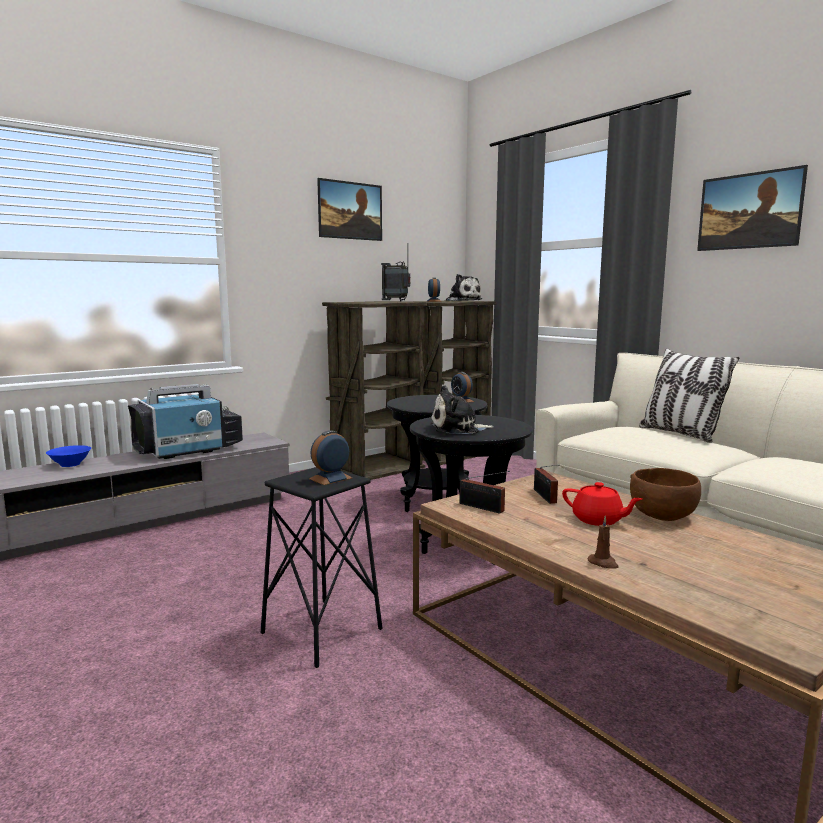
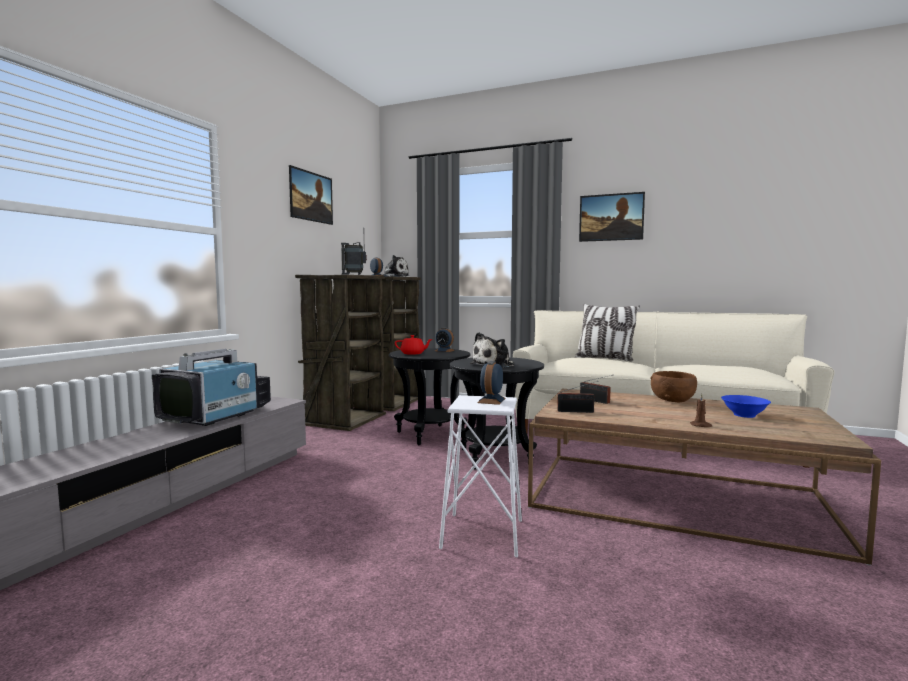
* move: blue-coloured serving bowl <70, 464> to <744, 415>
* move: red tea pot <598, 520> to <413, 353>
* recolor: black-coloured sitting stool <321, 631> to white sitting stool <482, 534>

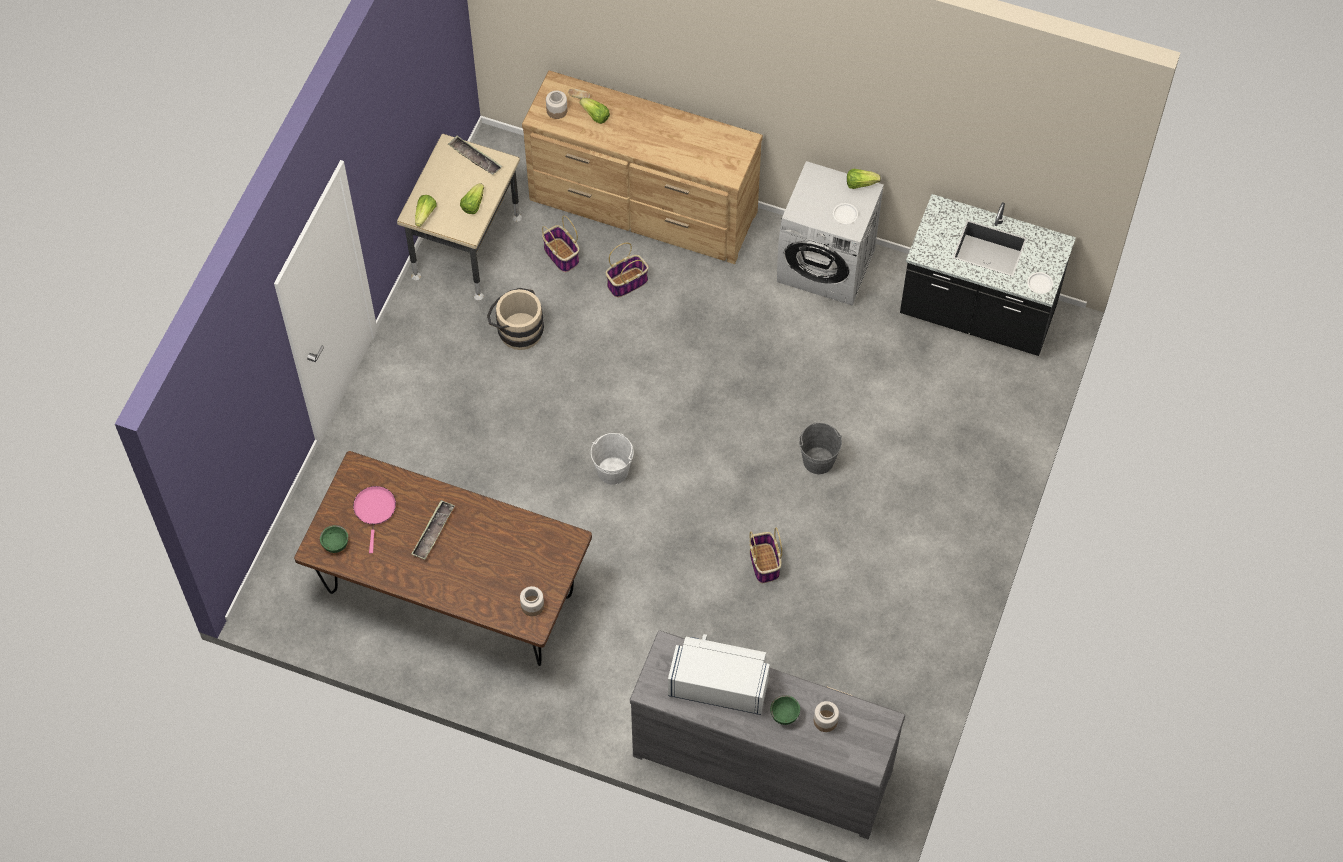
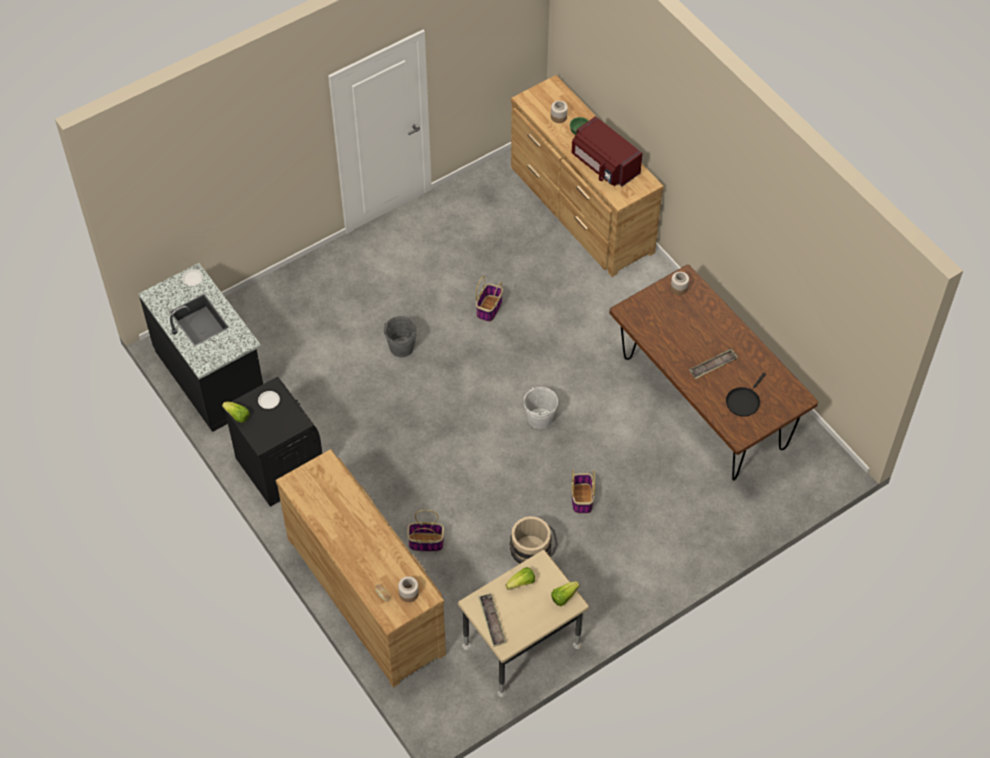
* delete: green-coloured serving bowl <336, 544>
* delete: lettuce head <595, 116>
* move: household basket <562, 255> to <581, 498>
* recolor: pink-coloured frying pan <375, 510> to black-coloured frying pan <743, 401>
* recolor: greyish dresser <762, 761> to brown dresser <581, 209>
* recolor: white microwave <719, 683> to red microwave <604, 165>
* recolor: white laundry machine <826, 268> to black-coloured laundry machine <279, 467>

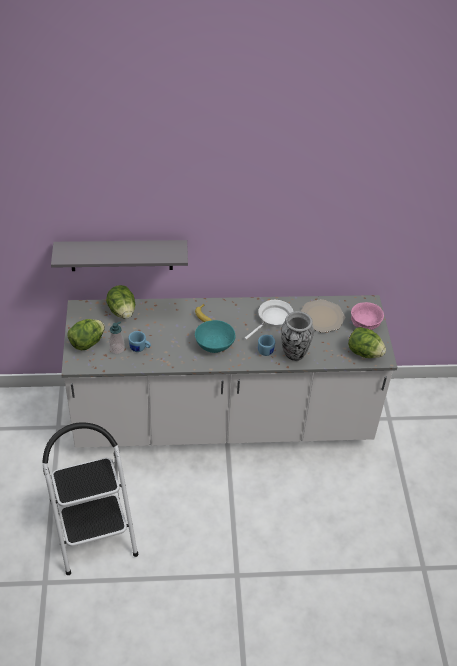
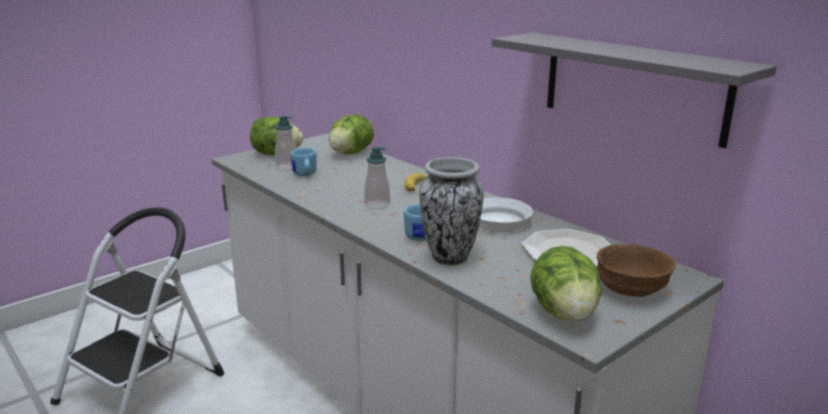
* move: greyish shelf <121, 255> to <632, 86>
* replace: turquoise-coloured serving bowl <214, 344> to liquid soap bottle <377, 205>
* recolor: pink-coloured serving bowl <365, 324> to brown serving bowl <630, 290>

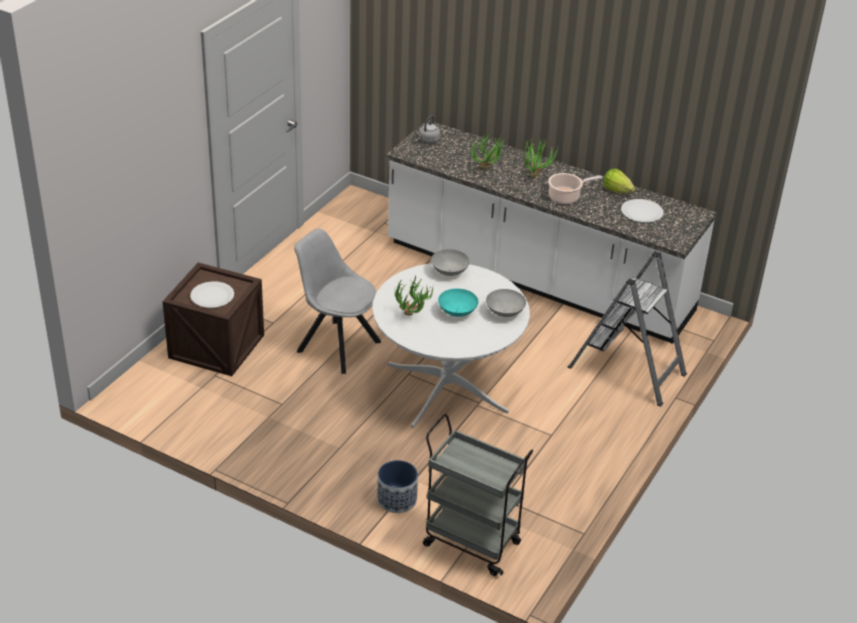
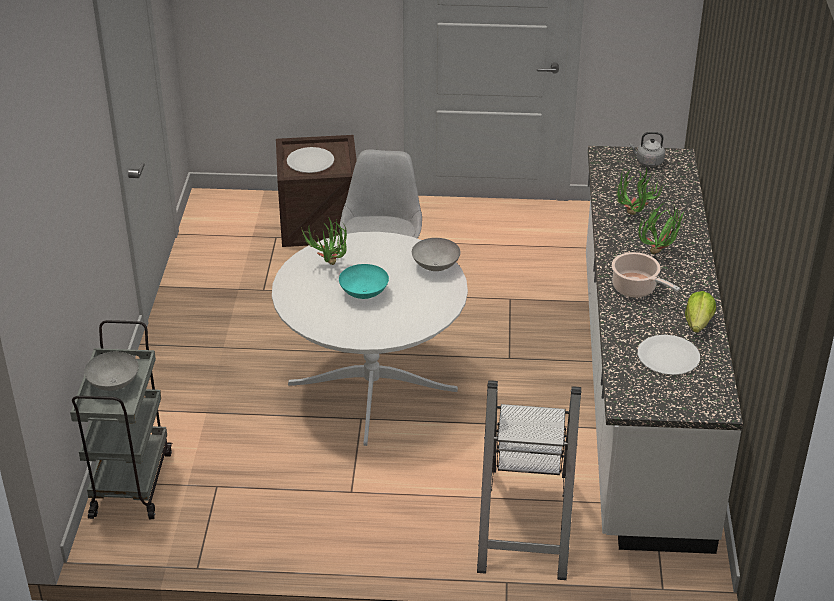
* delete: flower pot <397, 499>
* move: greyish serving bowl <504, 312> to <114, 383>

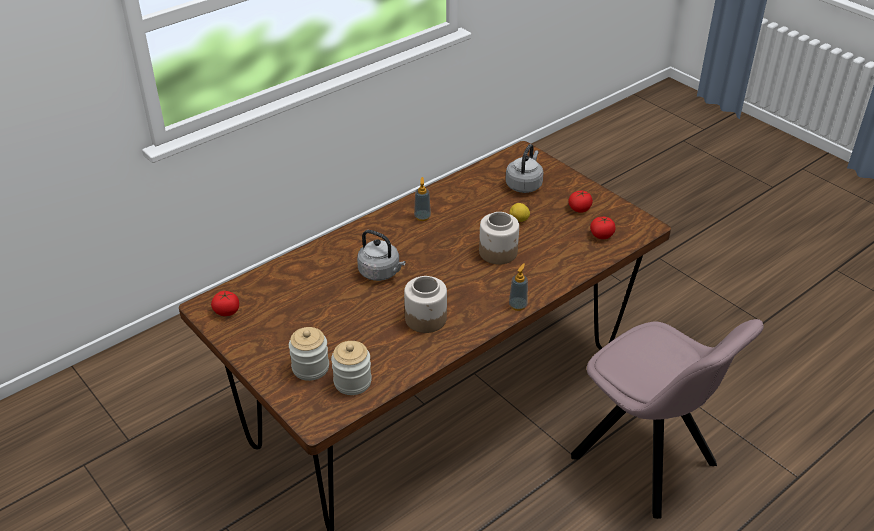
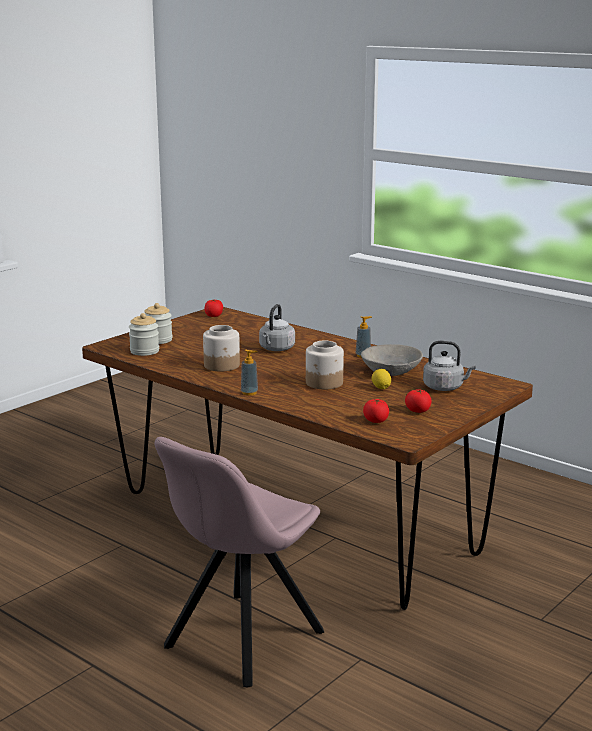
* insert: greyish serving bowl <391, 371>

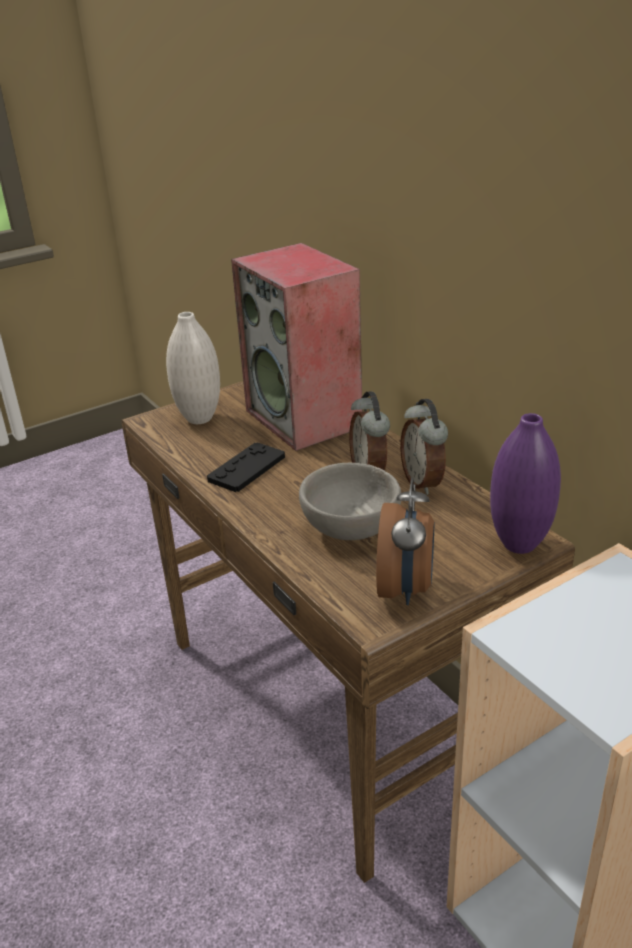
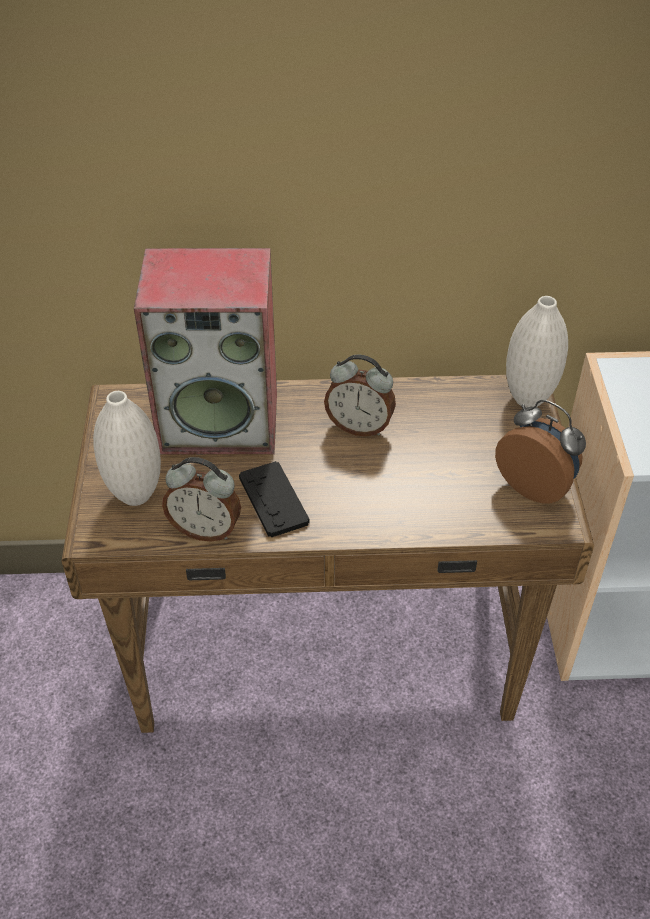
* delete: greyish serving bowl <349, 526>
* move: bedside clock <423, 482> to <205, 529>
* recolor: purplish decorative vase <519, 544> to white decorative vase <528, 399>

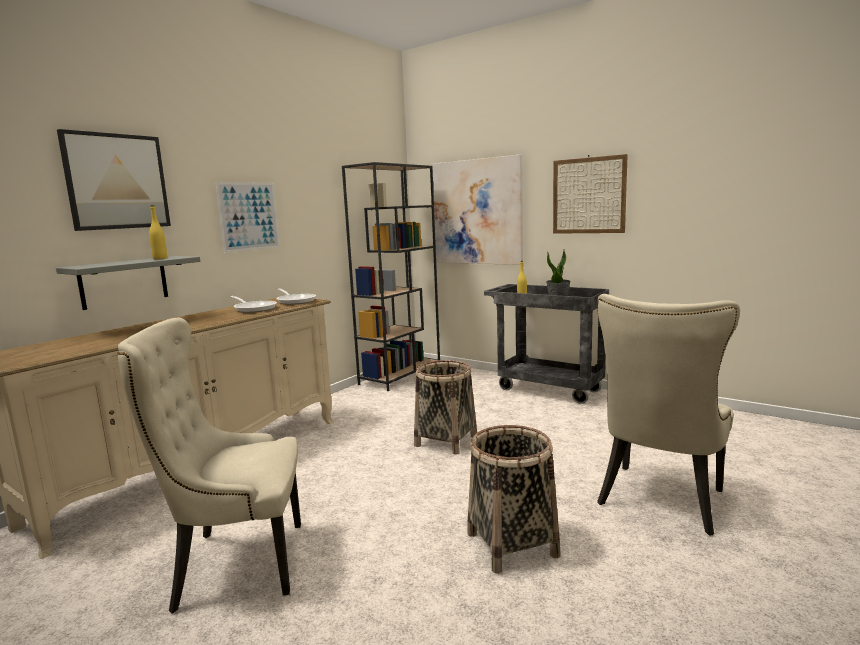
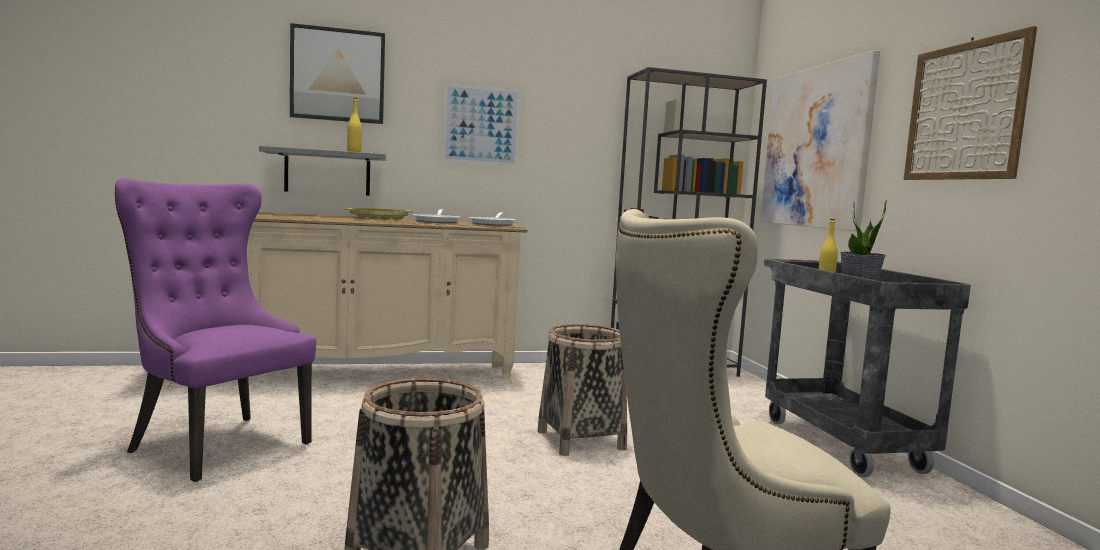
* insert: yellow-coloured tray <379, 218>
* recolor: beige-coloured upright chair <237, 564> to purplish upright chair <219, 446>

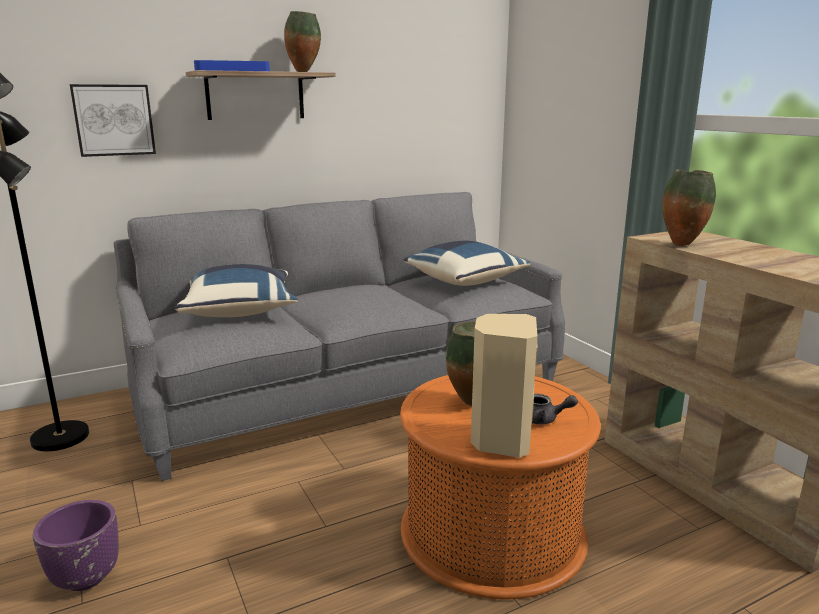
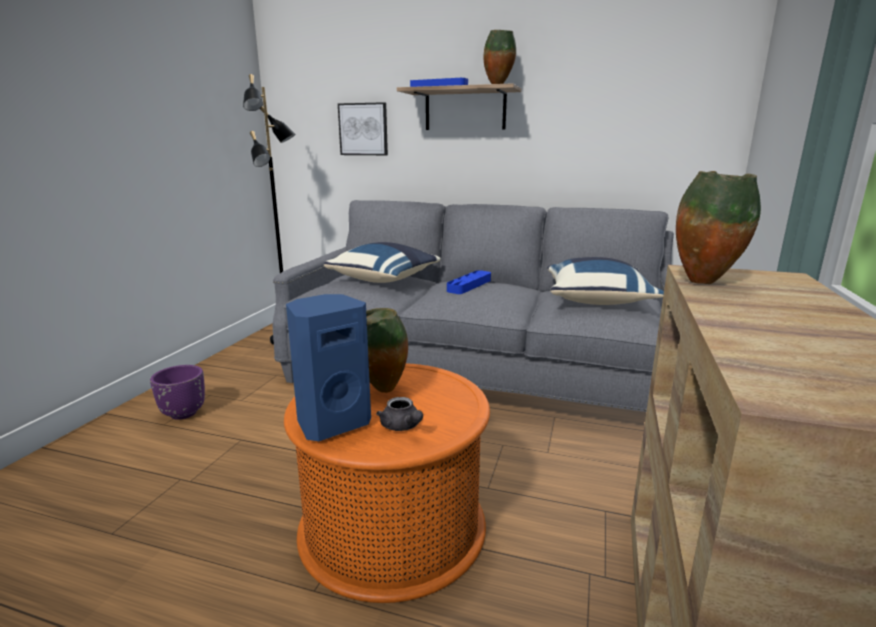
* insert: blue-coloured tray <469, 285>
* recolor: beige-coloured audio speaker <500, 440> to blue-coloured audio speaker <332, 422>

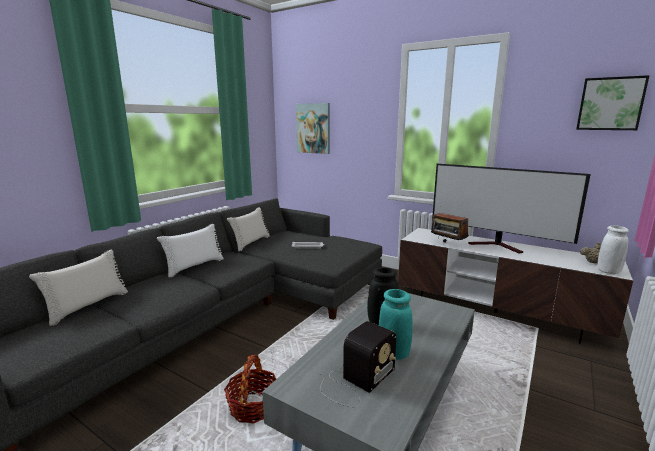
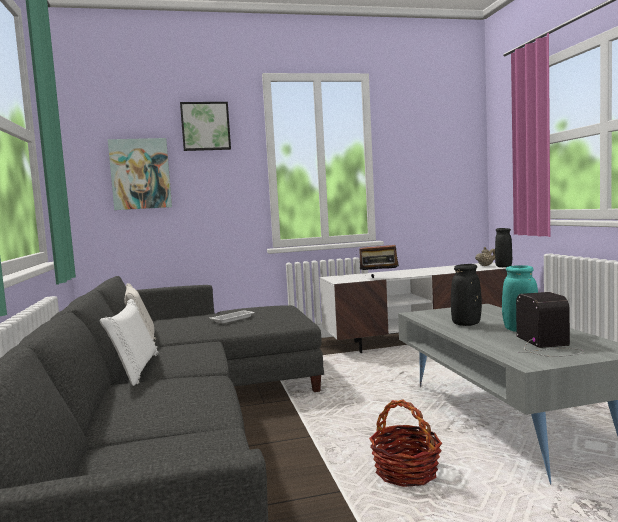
* delete: white throw pillow <88, 306>
* delete: television <498, 246>
* move: wall picture <610, 104> to <205, 126>
* recolor: white decorative vase <608, 271> to black-coloured decorative vase <503, 266>

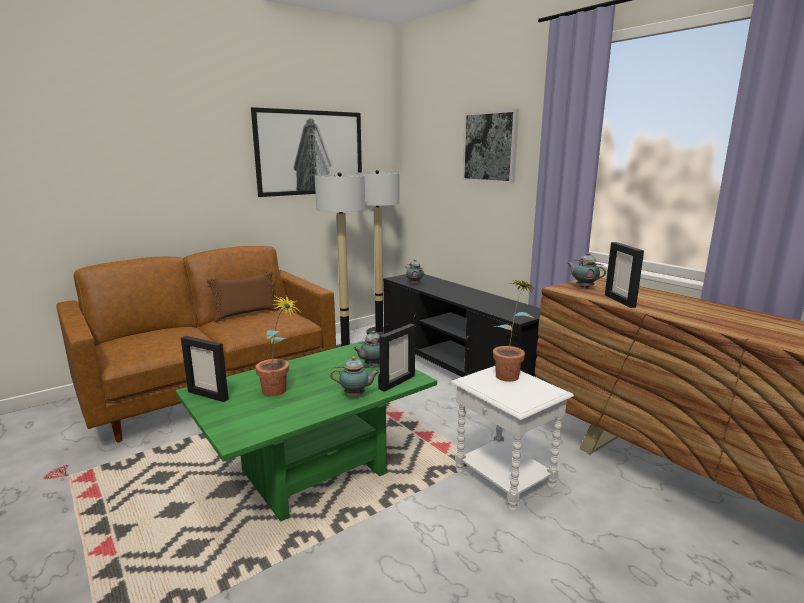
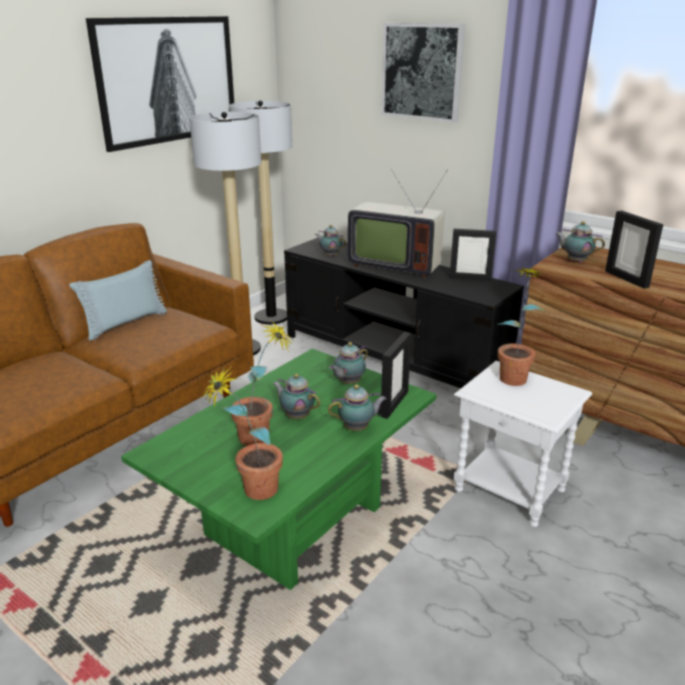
* insert: potted plant <251, 493>
* insert: tea pot <296, 416>
* insert: television <394, 265>
* move: photo frame <208, 395> to <470, 278>
* recolor: brown throw pillow <245, 314> to blue-coloured throw pillow <125, 324>

